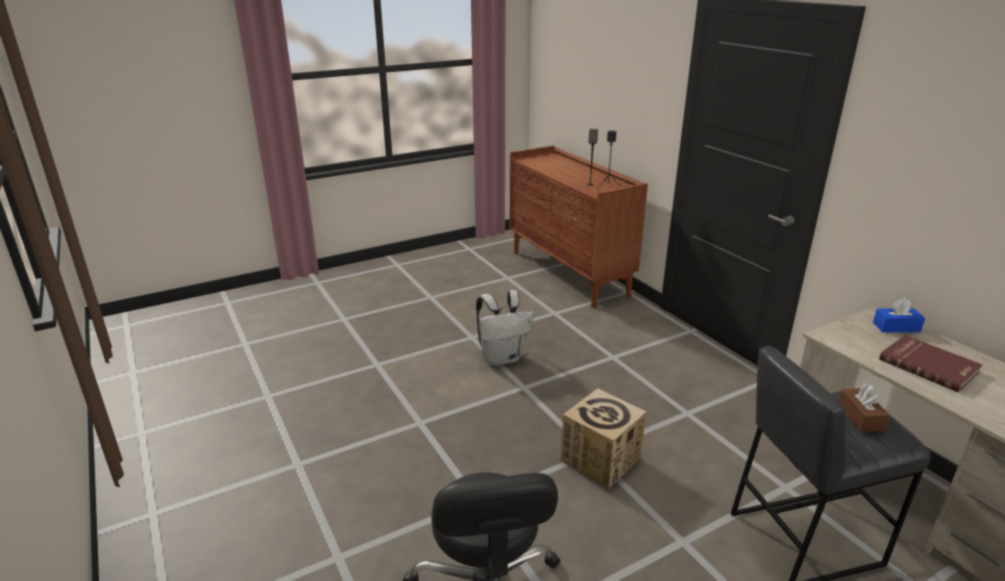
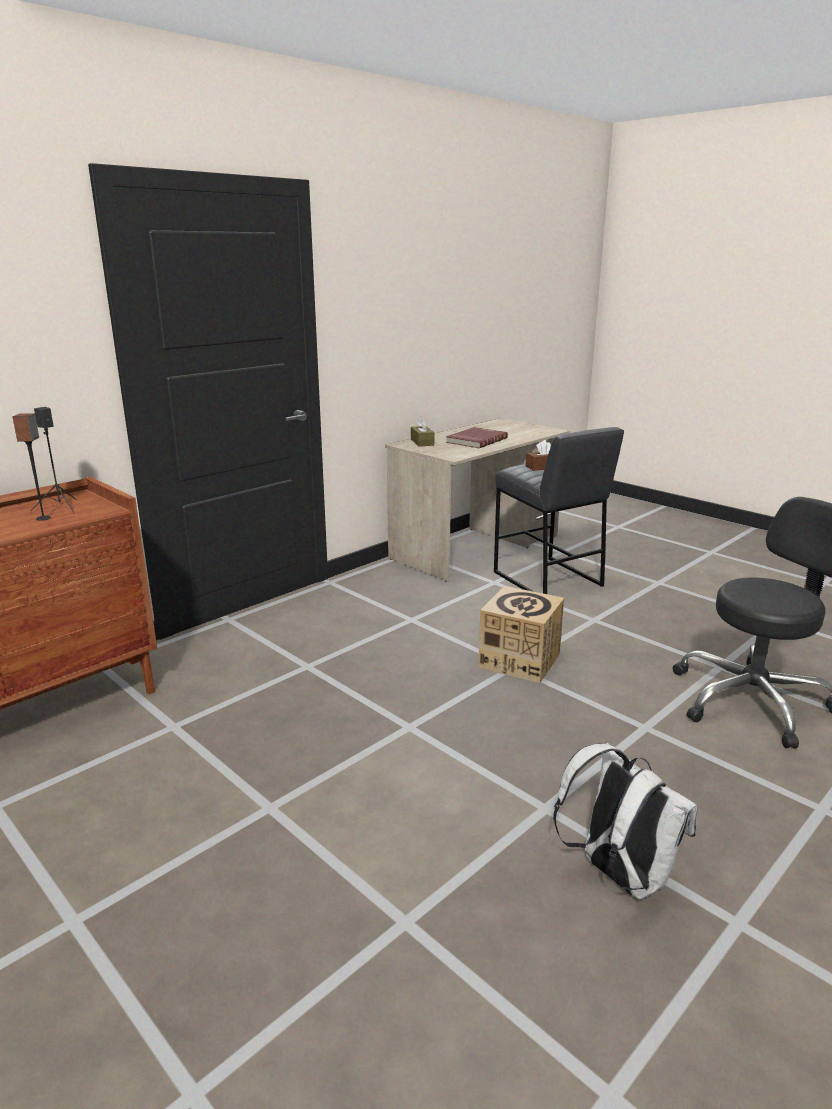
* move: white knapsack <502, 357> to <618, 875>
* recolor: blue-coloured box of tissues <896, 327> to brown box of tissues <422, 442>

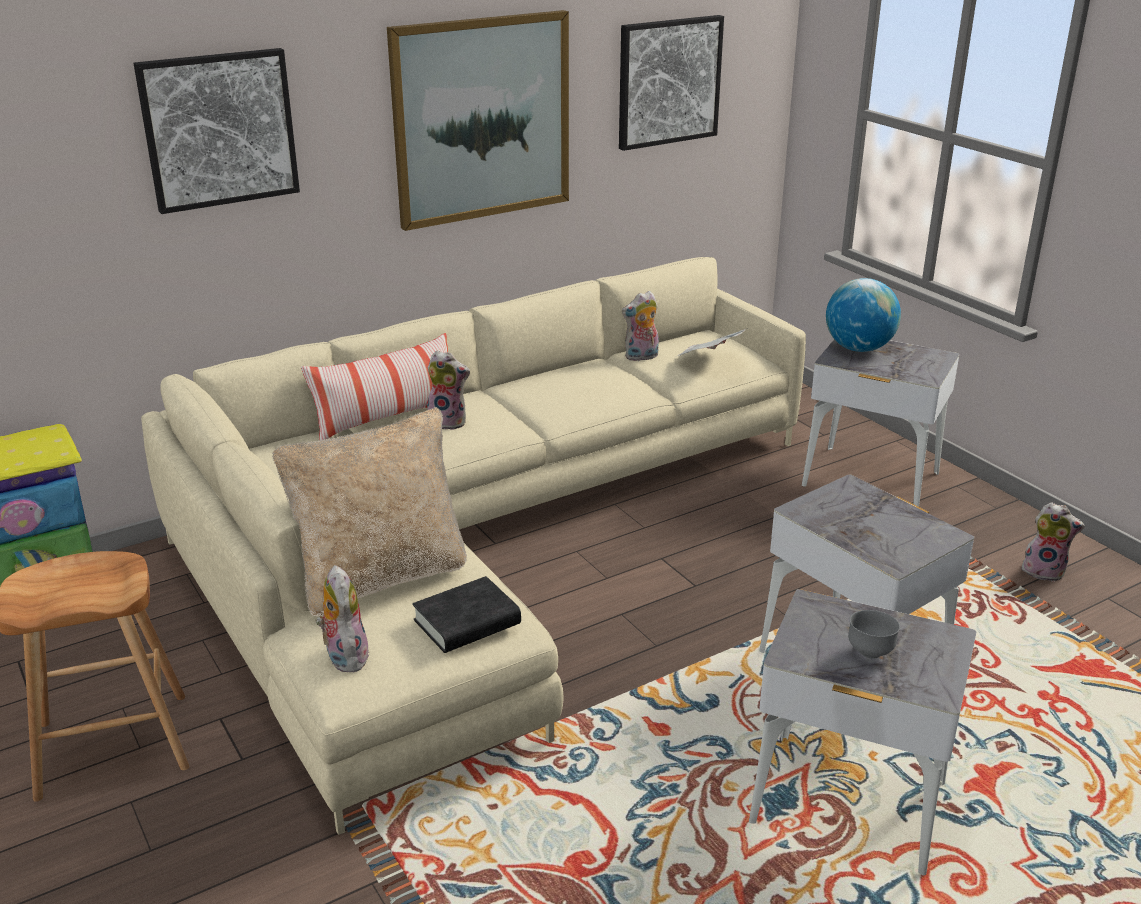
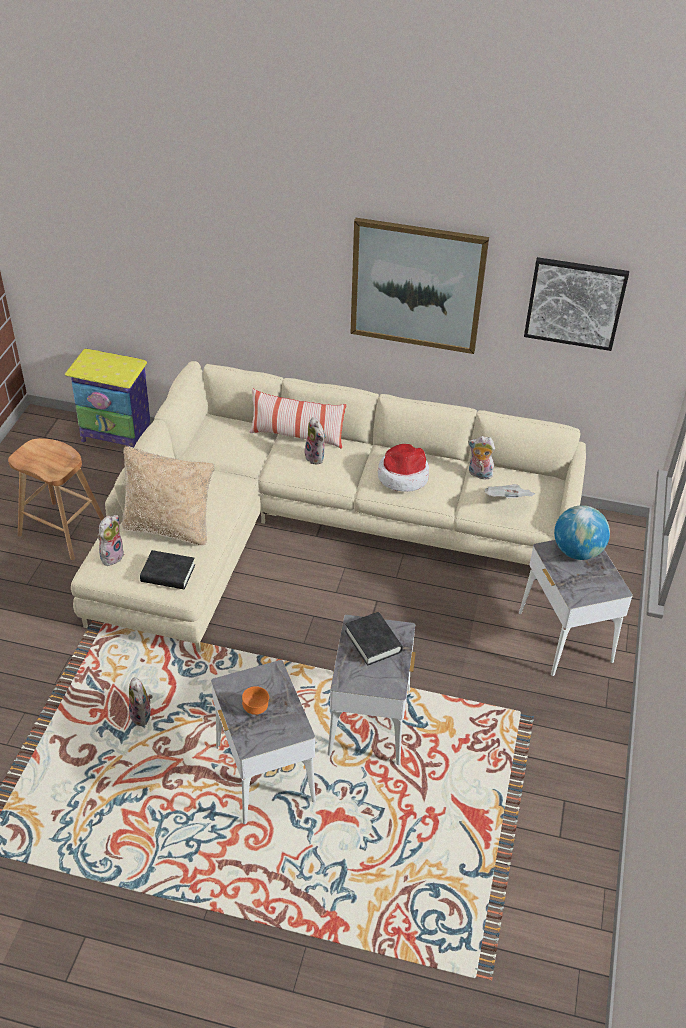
* delete: wall picture <219, 129>
* insert: black-coloured bound book <373, 641>
* insert: hat <403, 476>
* move: cuddly toy <1044, 571> to <142, 716>
* recolor: greyish serving bowl <870, 652> to orange-coloured serving bowl <256, 709>

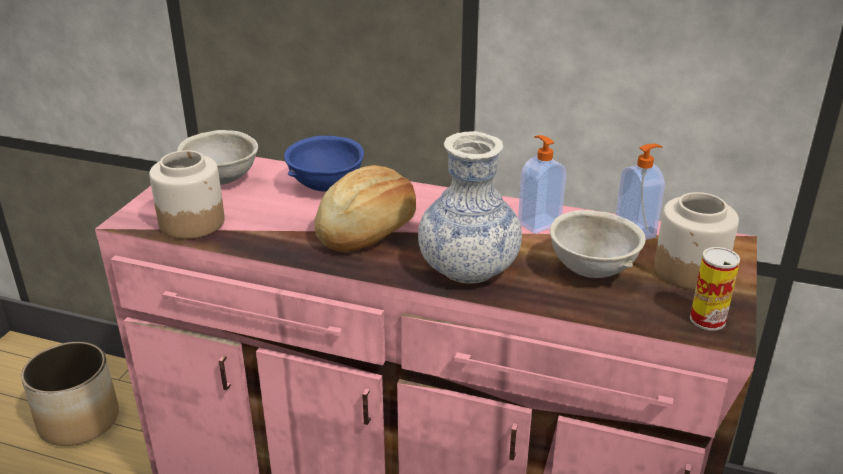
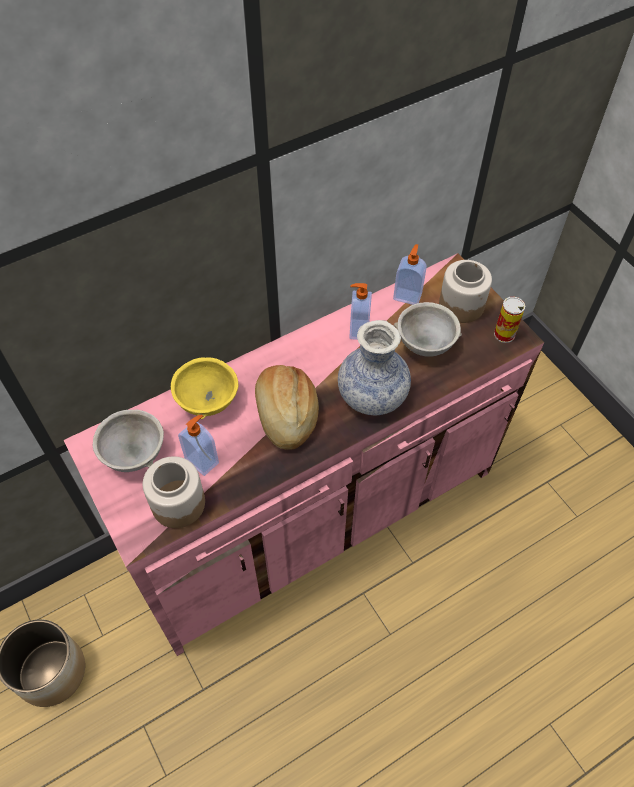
* insert: liquid soap bottle <203, 460>
* recolor: blue-coloured serving bowl <327, 187> to yellow-coloured serving bowl <209, 401>

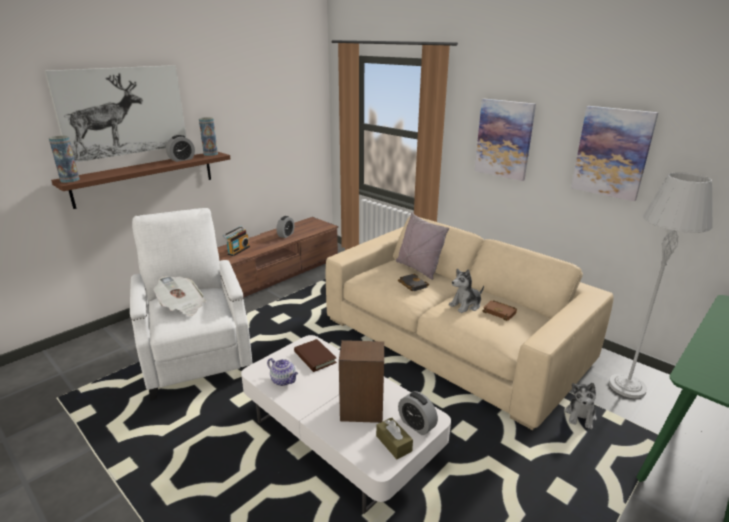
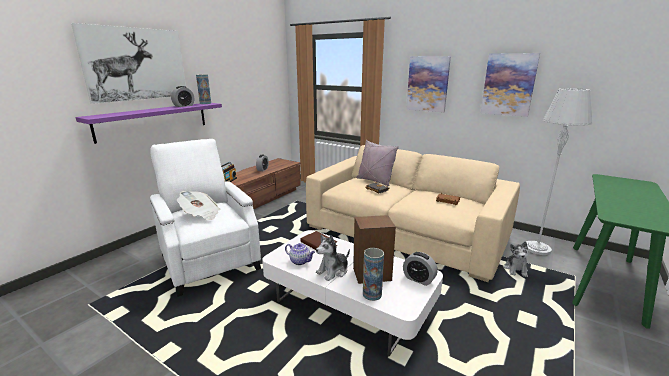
* delete: brown box of tissues <393, 443>
* move: decorative vase <70, 180> to <372, 294>
* move: cuddly toy <466, 305> to <333, 271>
* recolor: brown shelf <145, 178> to purplish shelf <154, 121>

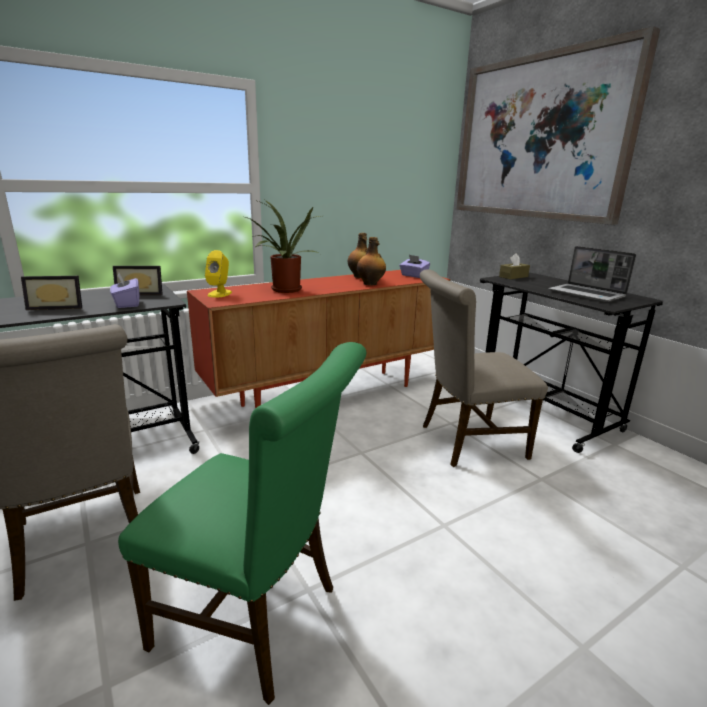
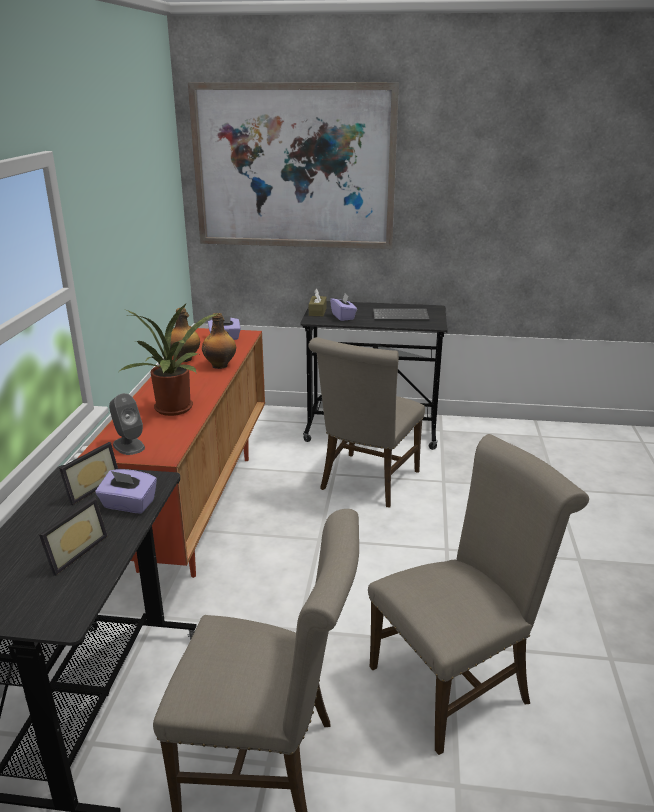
* insert: purplish box of tissues <343, 317>
* replace: portable computer <587, 294> to computer keyboard <401, 316>
* recolor: green-coloured upright chair <257, 618> to beige-coloured upright chair <456, 681>
* recolor: yellow-coloured audio speaker <220, 293> to greyish audio speaker <128, 445>

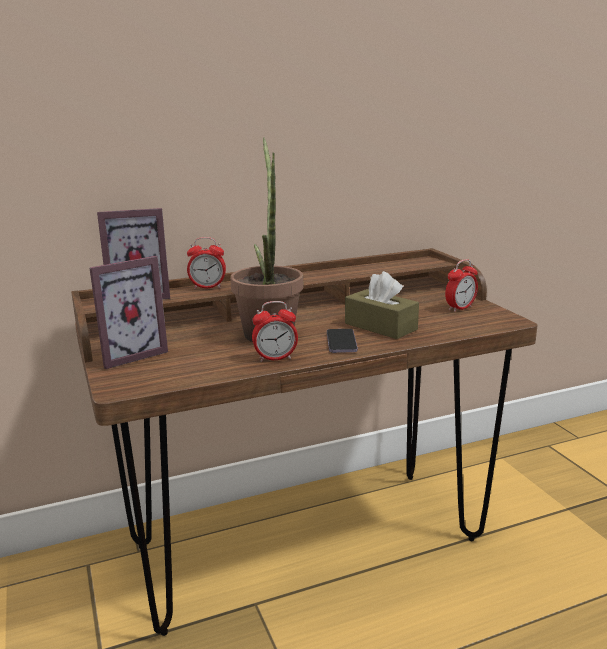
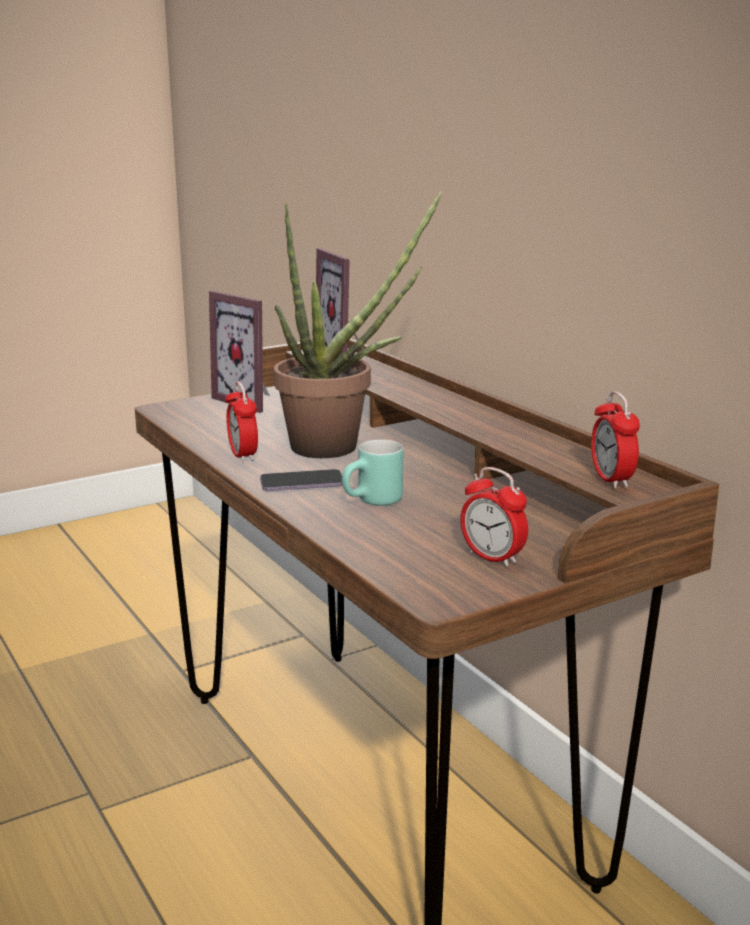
* move: bedside clock <207, 287> to <611, 480>
* replace: brown box of tissues <380, 326> to turquoise-coloured tea mug <374, 503>

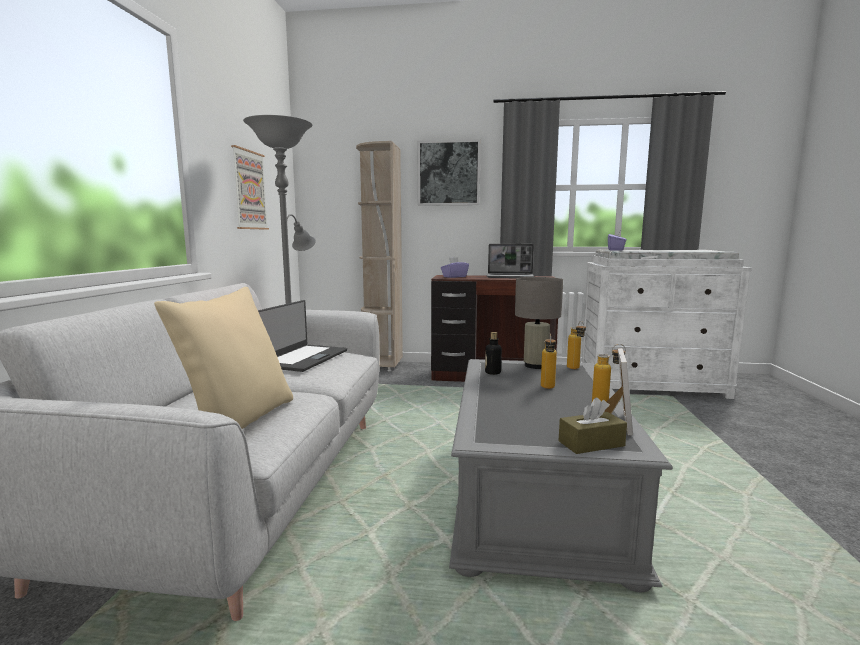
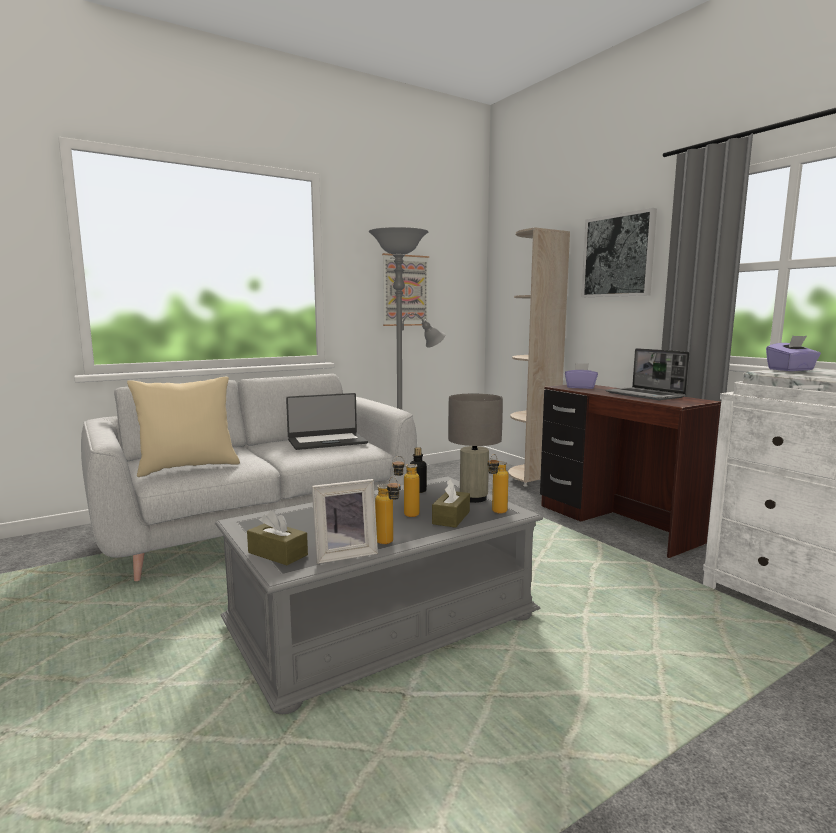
* insert: brown box of tissues <451, 518>

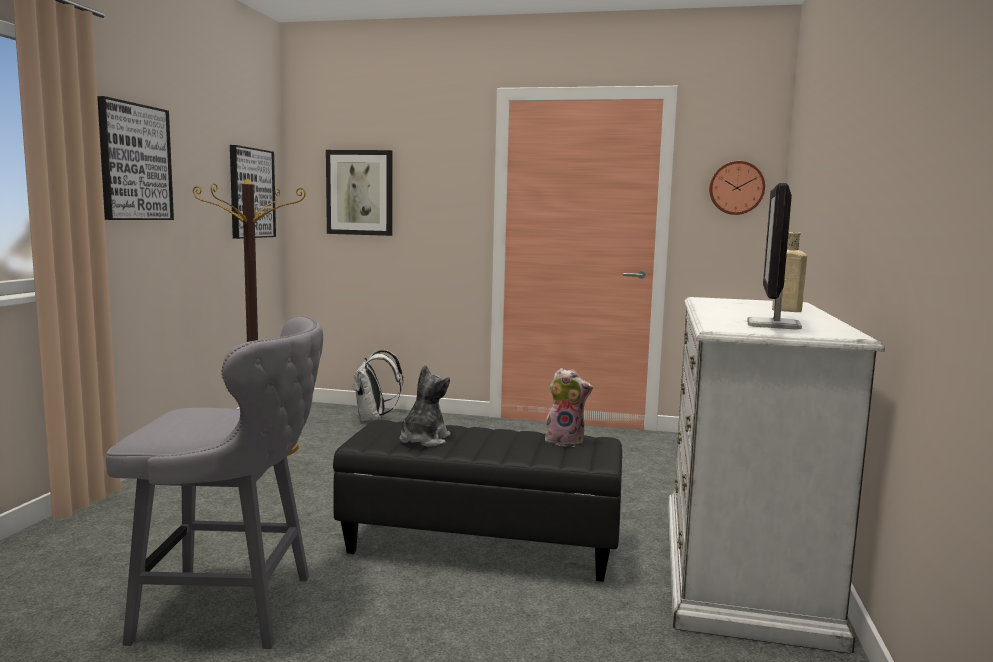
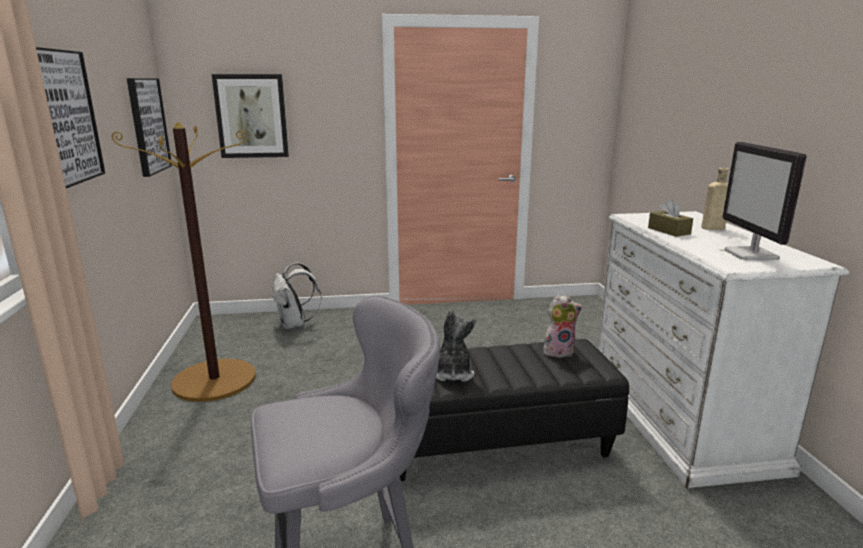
* delete: clock on the wall <736, 188>
* insert: brown box of tissues <668, 231>

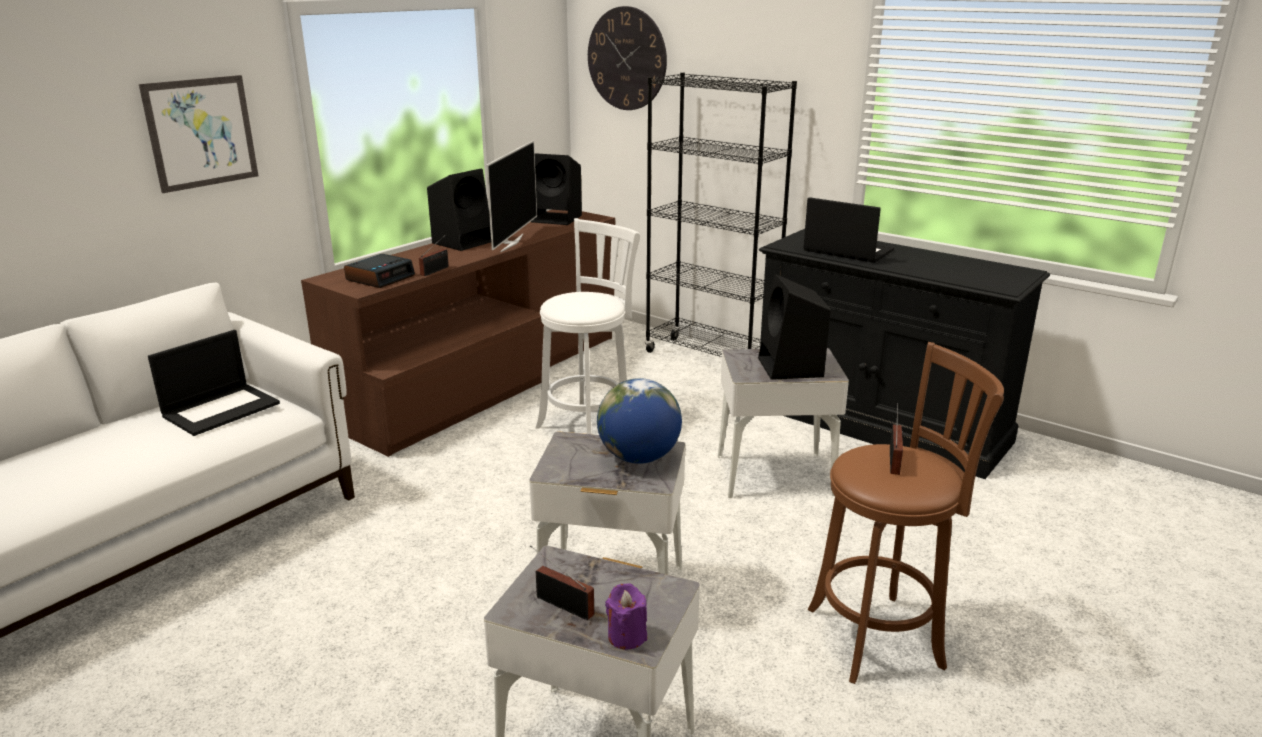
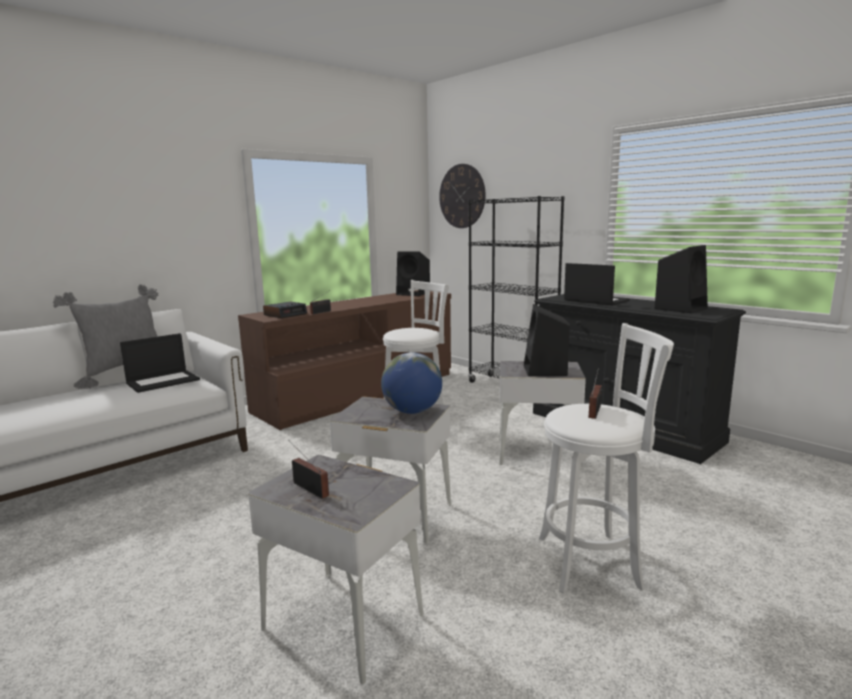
* delete: wall picture <201, 132>
* delete: television <510, 243>
* delete: purplish wax candle <627, 636>
* insert: greyish throw pillow <125, 381>
* move: black-coloured audio speaker <463, 242> to <681, 308>
* recolor: brown sitting stool <882, 636> to white sitting stool <594, 561>

